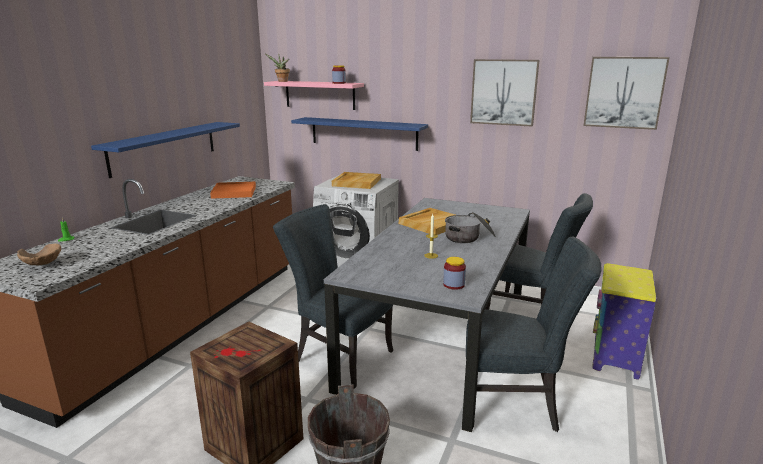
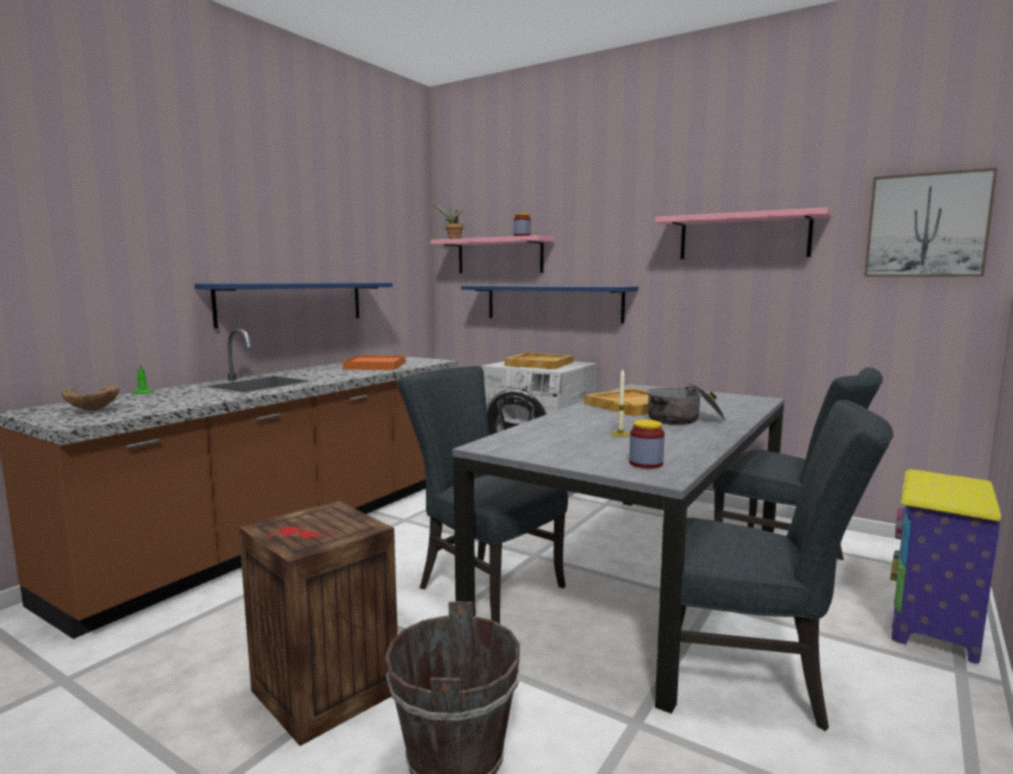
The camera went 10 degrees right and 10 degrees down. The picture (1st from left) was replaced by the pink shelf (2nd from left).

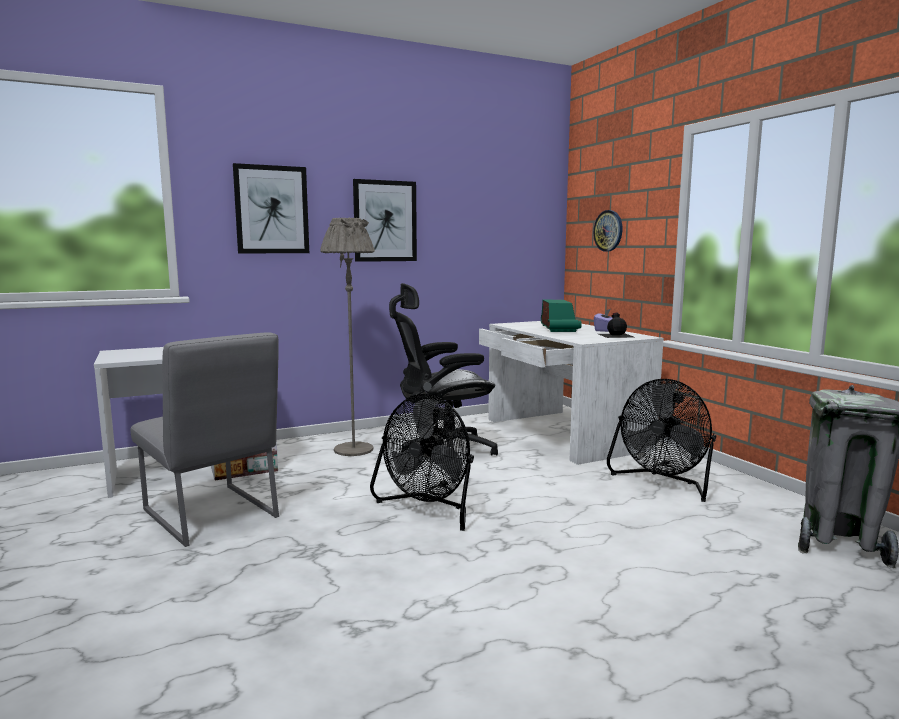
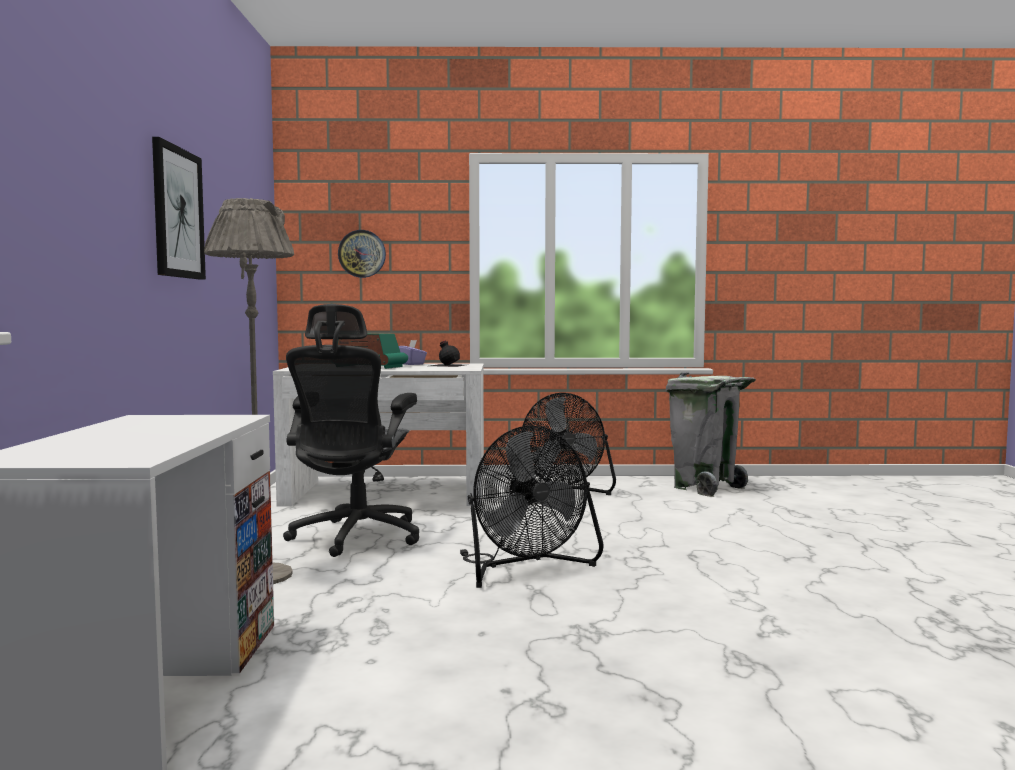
The camera went 65 degrees left and 5 degrees down. The grey chair disappeared. The picture (1st from left) disappeared.

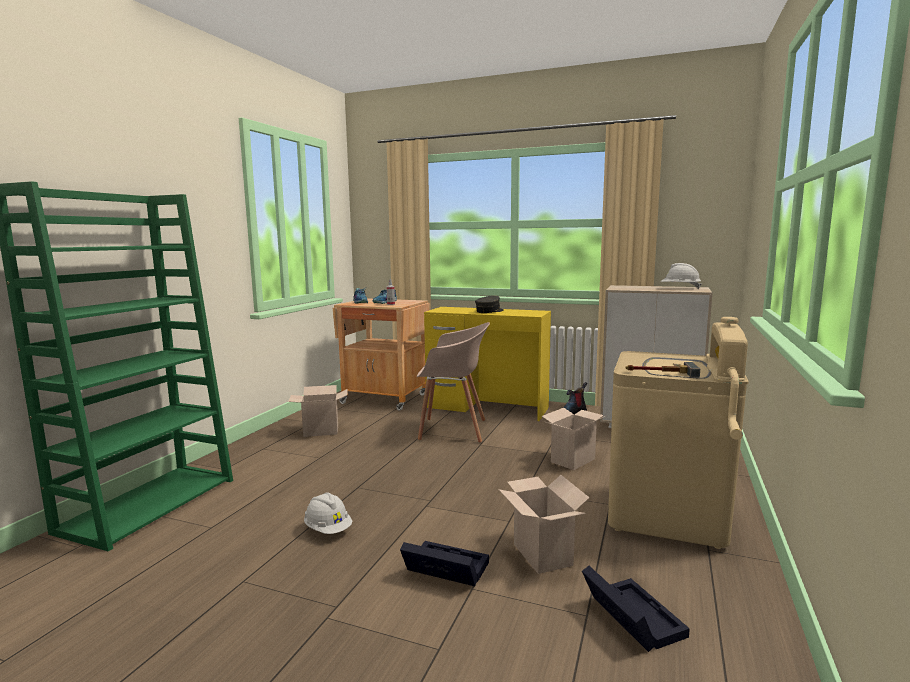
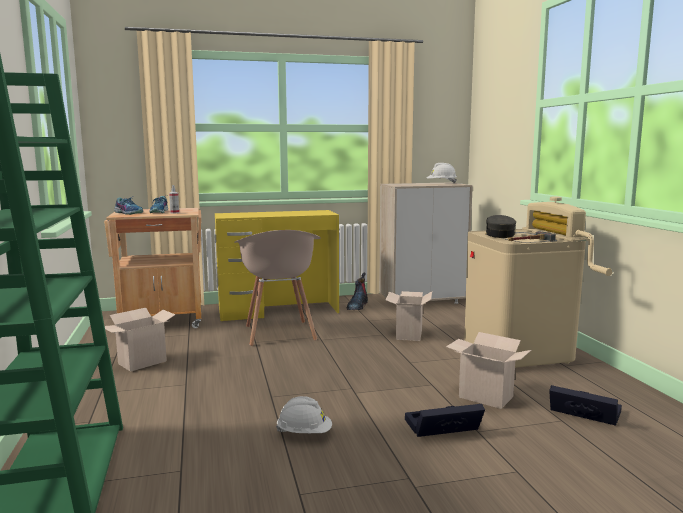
The camera went 35 degrees left and 0 degrees up. The beige chair turned 105 degrees clockwise. The grey cap moved.

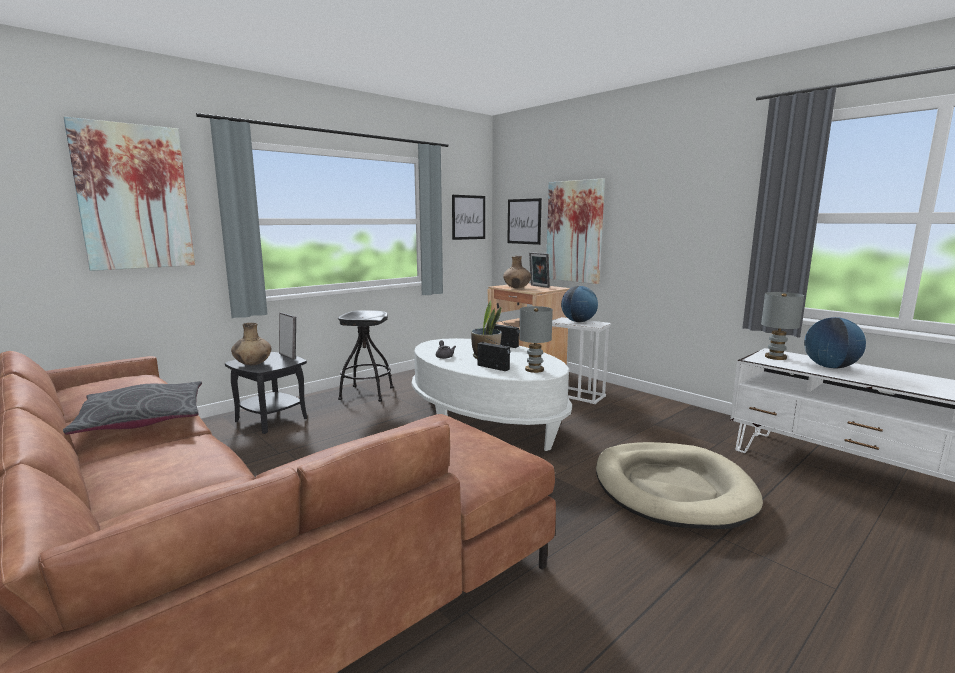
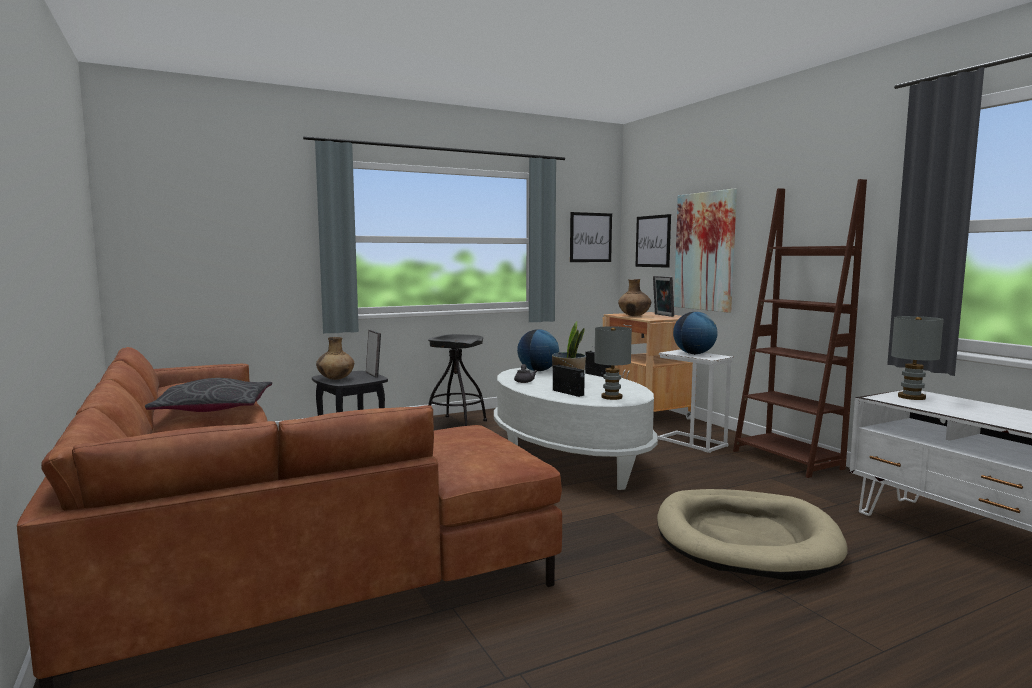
The camera went 15 degrees right and 5 degrees down. The globe (2nd from left in the first image) moved. The brown bookcase appeared. The picture (1st from left) disappeared.

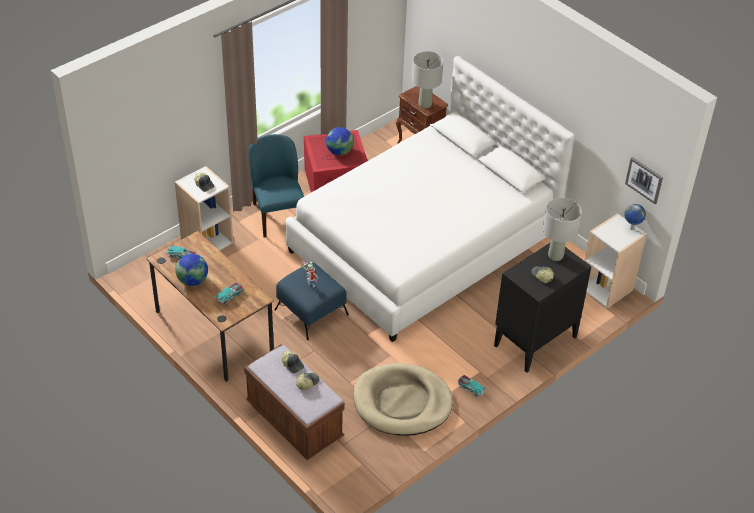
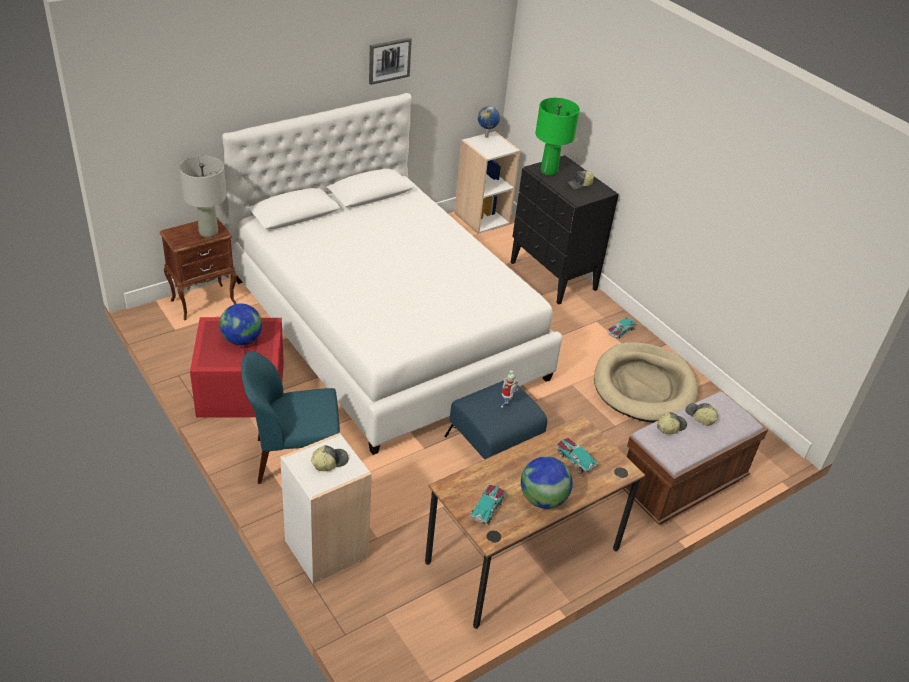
The camera went 85 degrees left and 5 degrees down. The picture moved. The grey table lamp (2nd from left) became the green table lamp.

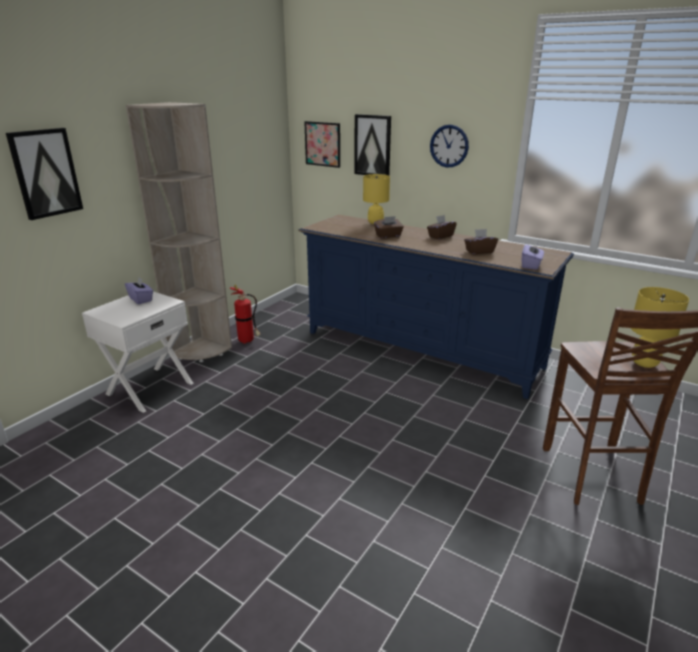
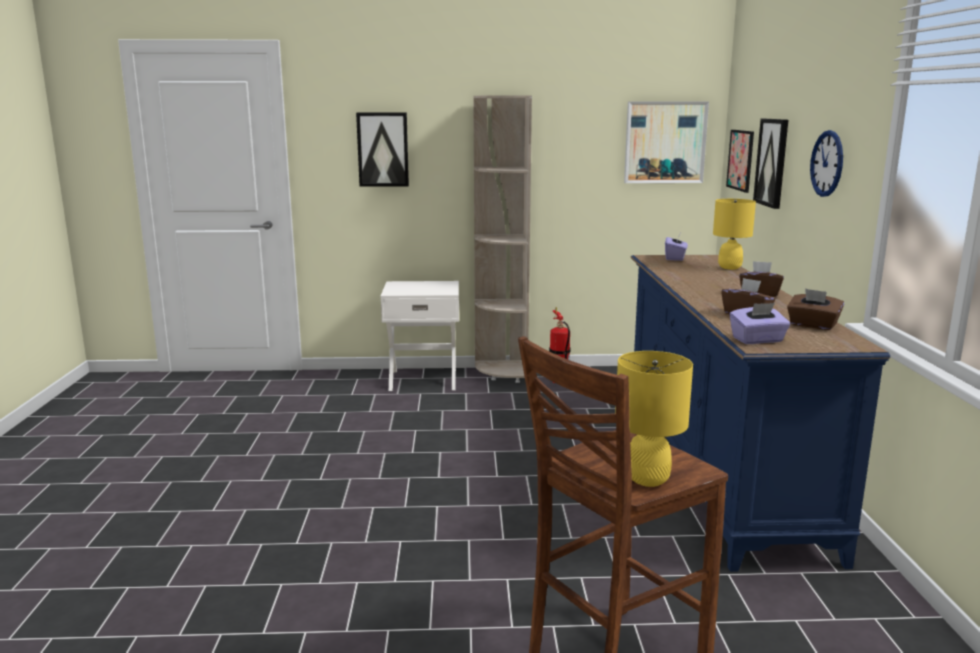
The camera went 55 degrees right and 10 degrees down. The picture (2nd from left) appeared. The purple tissue box (1st from left) moved. The brown tissue box (1st from left in the first image) moved.

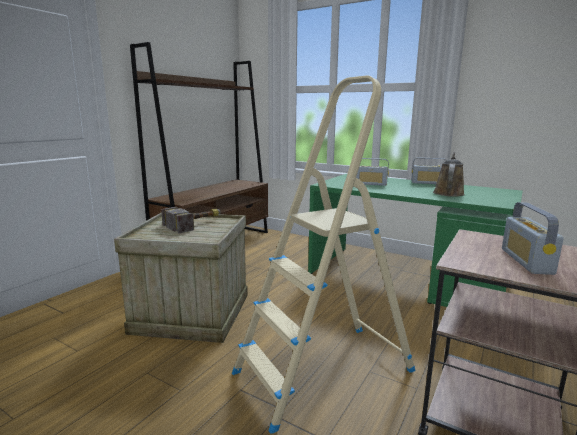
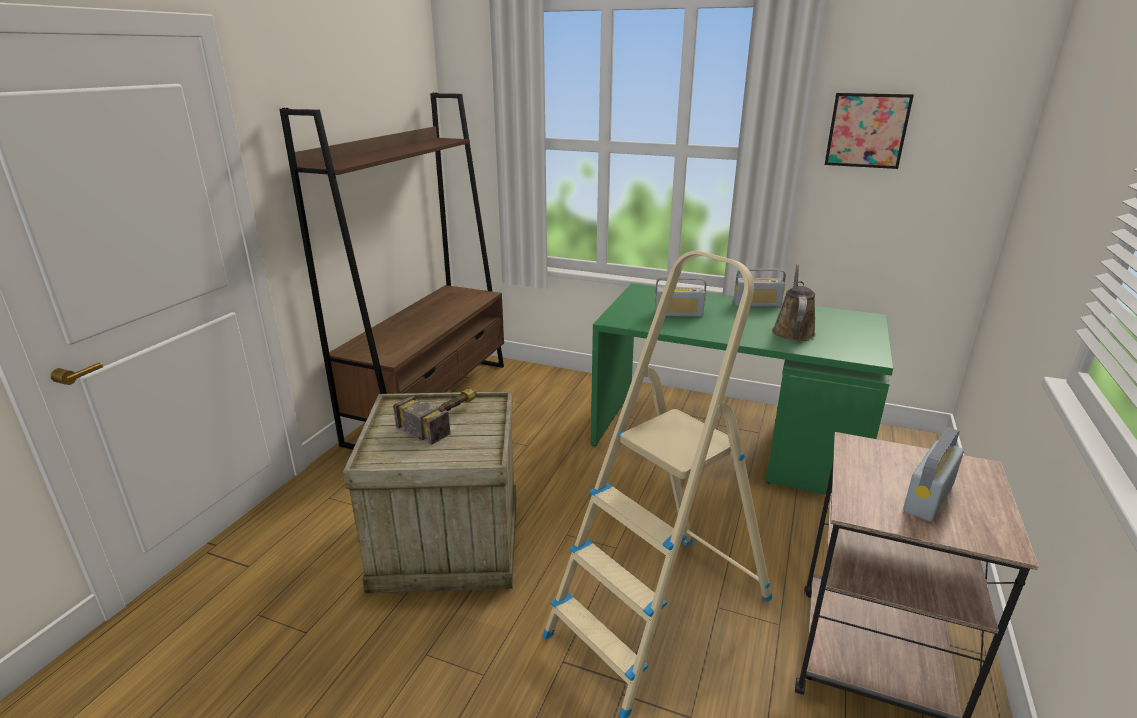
The camera went 10 degrees left and 10 degrees up. The picture appeared. The radio (3rd from left) turned 45 degrees clockwise.

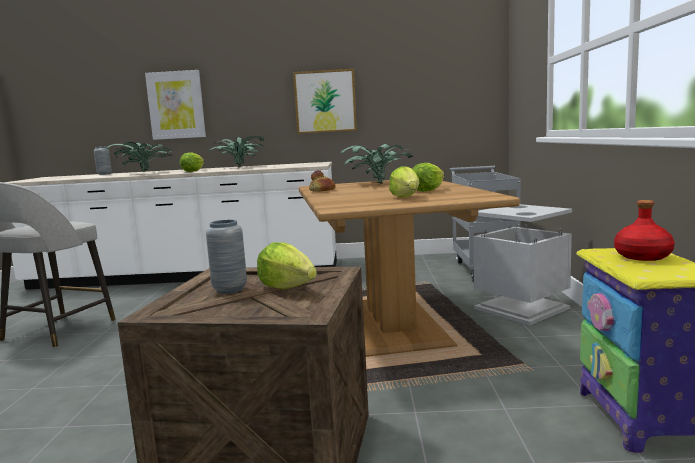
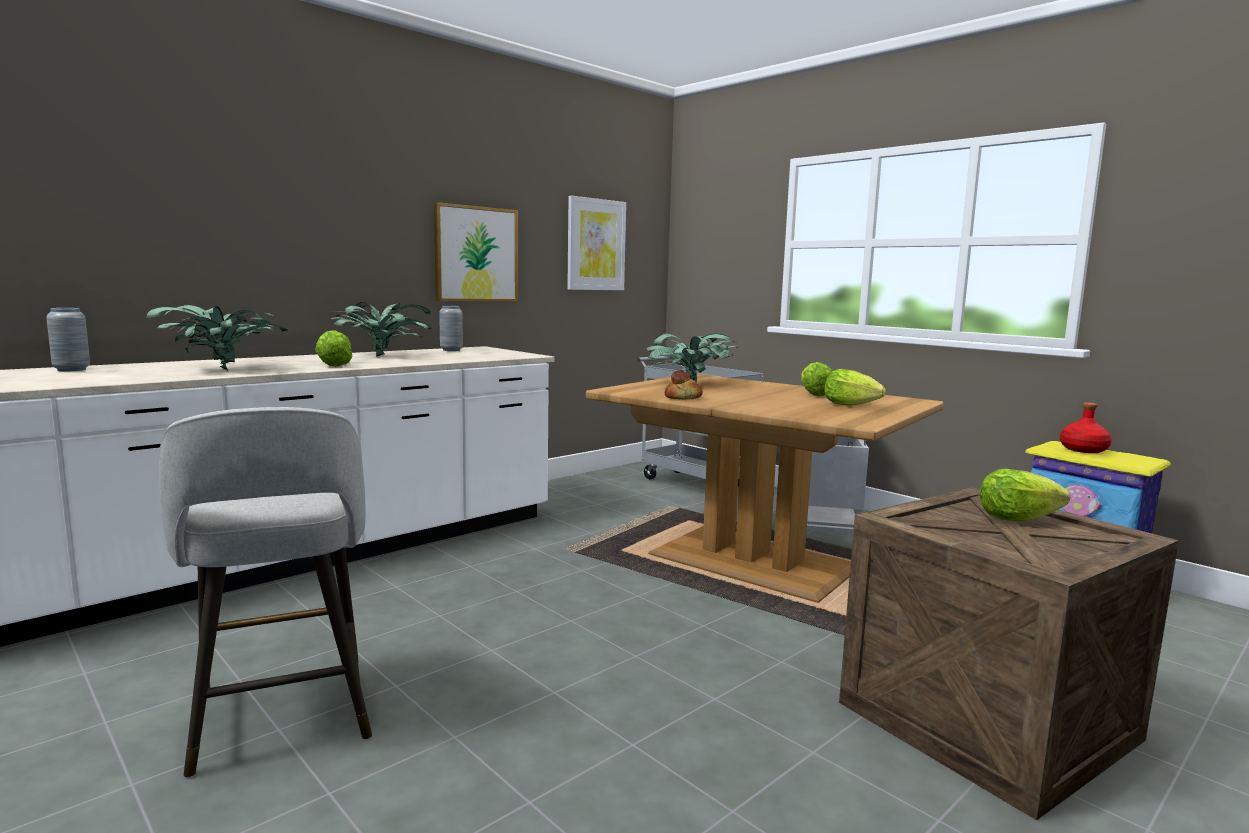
The camera went 45 degrees left and 0 degrees up. The grey vase (2nd from left) moved. The picture (1st from left in the first image) moved.

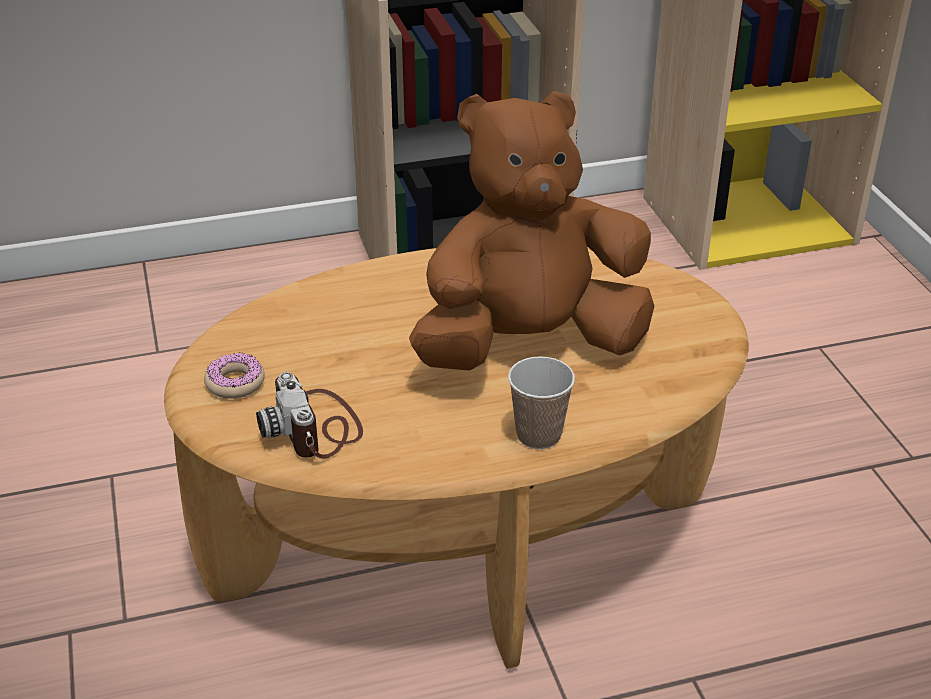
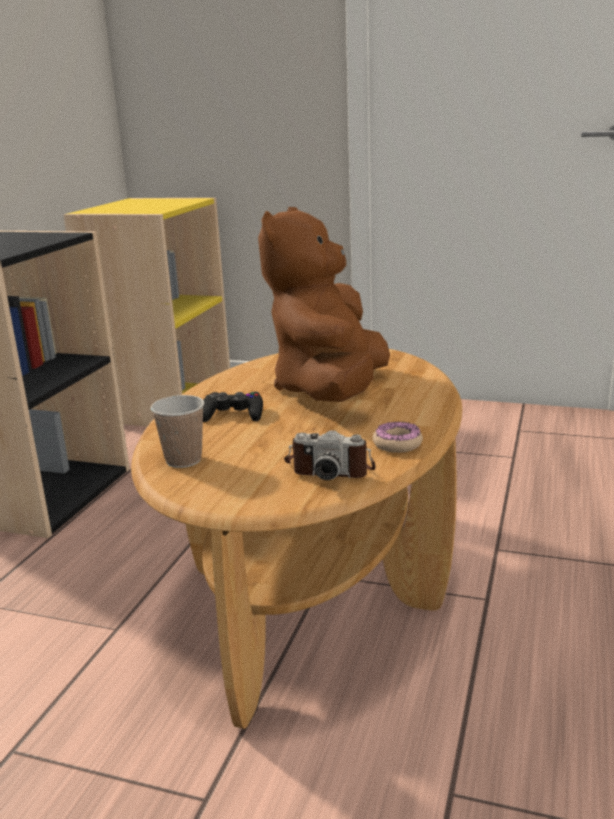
The camera went 55 degrees left and 15 degrees down. The cup moved. The black game controller appeared. The donut moved.

